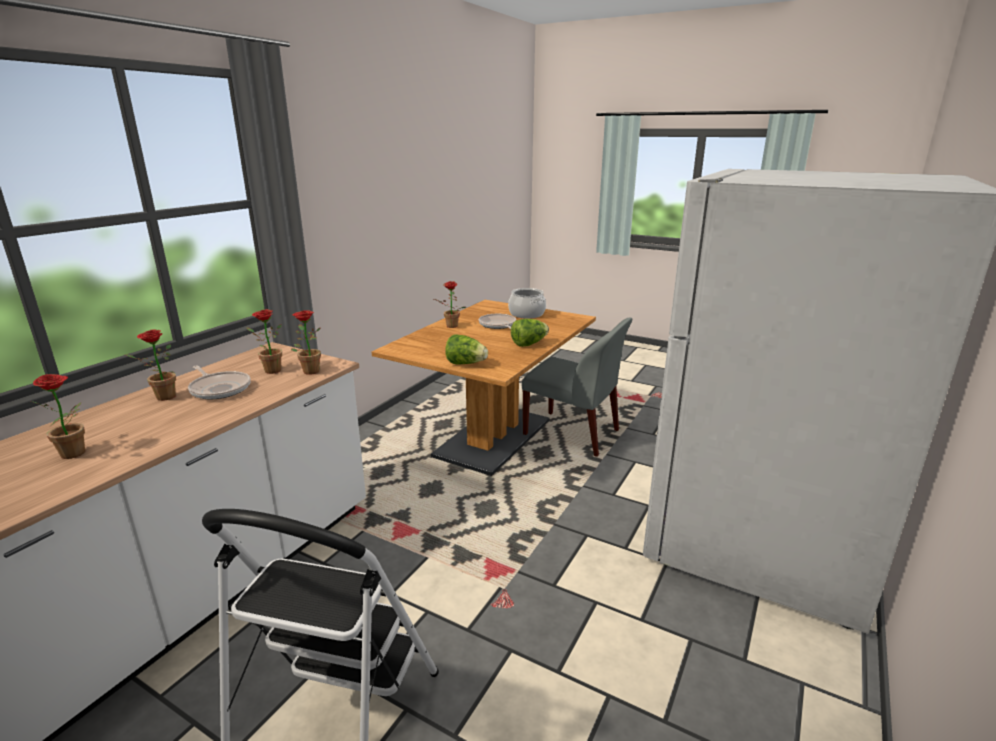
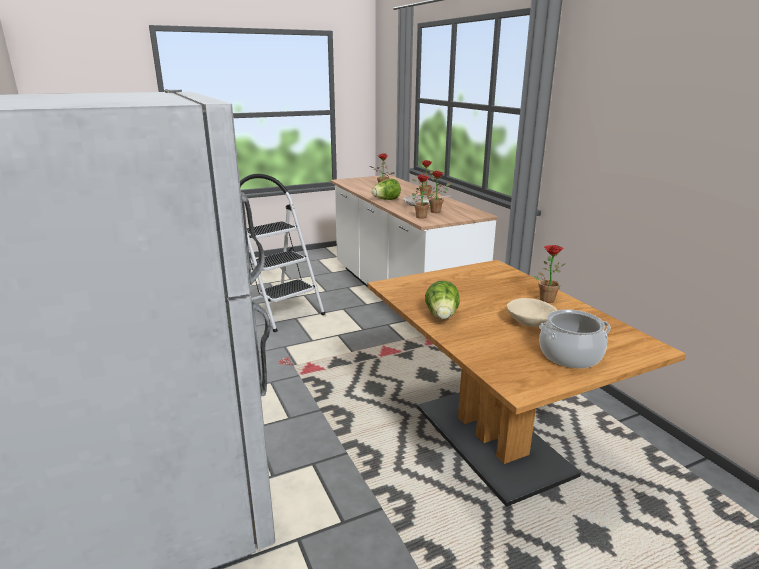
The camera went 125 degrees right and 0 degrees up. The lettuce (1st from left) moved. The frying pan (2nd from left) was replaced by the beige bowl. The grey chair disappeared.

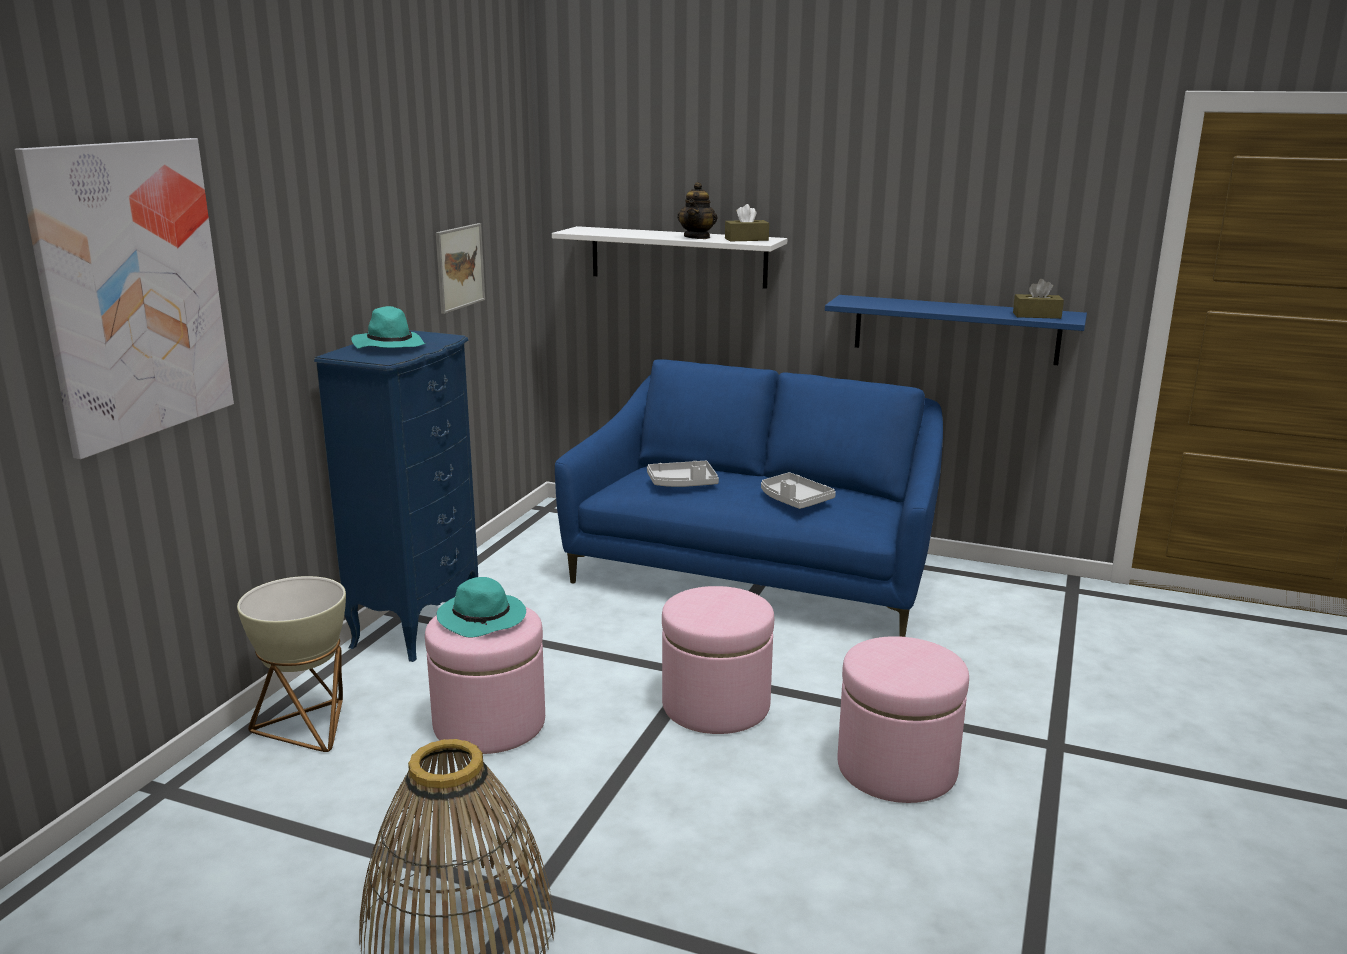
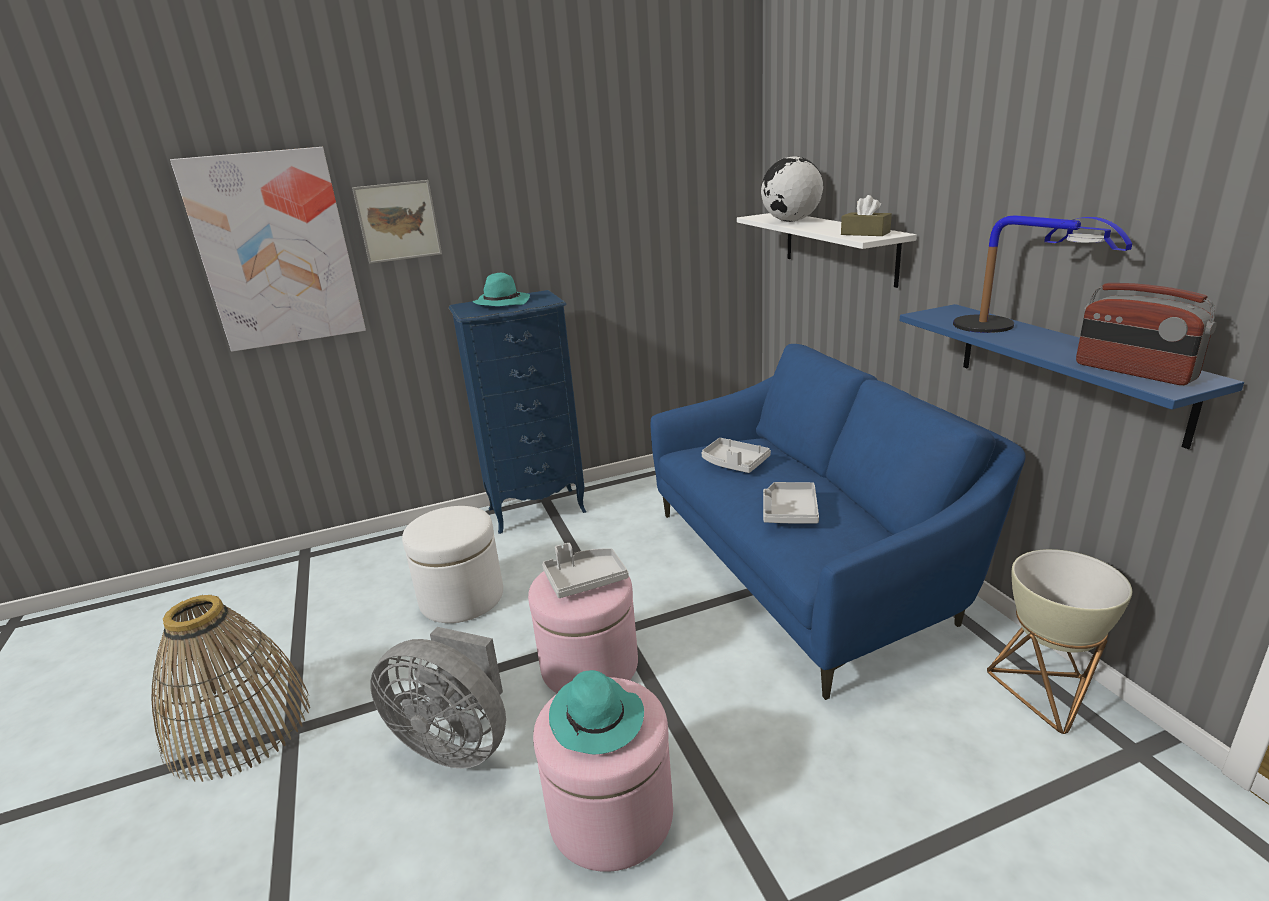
The camera went 50 degrees right and 5 degrees up. The picture (2nd from left) moved. The grey fan appeared. The pink ottoman (1st from left) became the white ottoman. The grey tray (1st from left) appeared. The turquoise hat (2nd from left) moved. The globe appeared. The table lamp appeared. The planter moved. The brown tissue box (2nd from left) was replaced by the radio. The teapot disappeared.

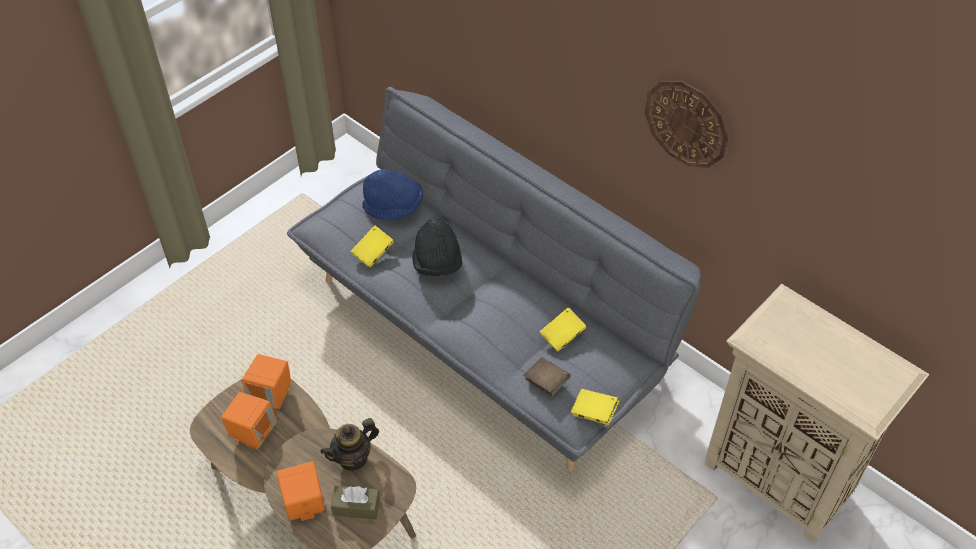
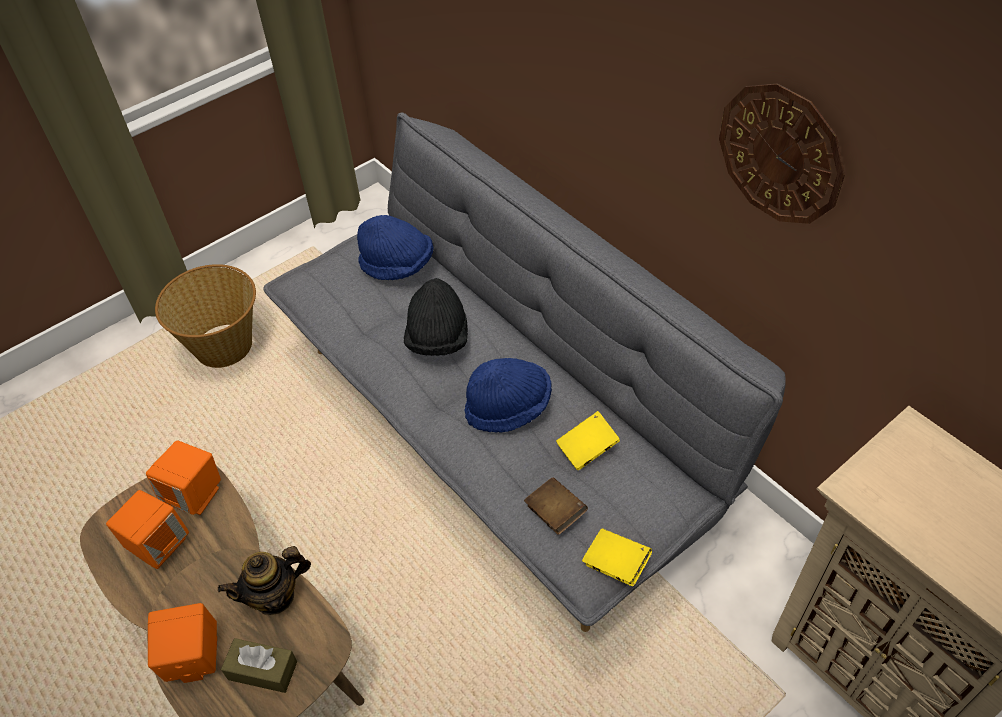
The camera went 10 degrees right and 0 degrees up. The basket appeared. The blue hat (2nd from left) appeared. The yellow book (1st from left) disappeared.

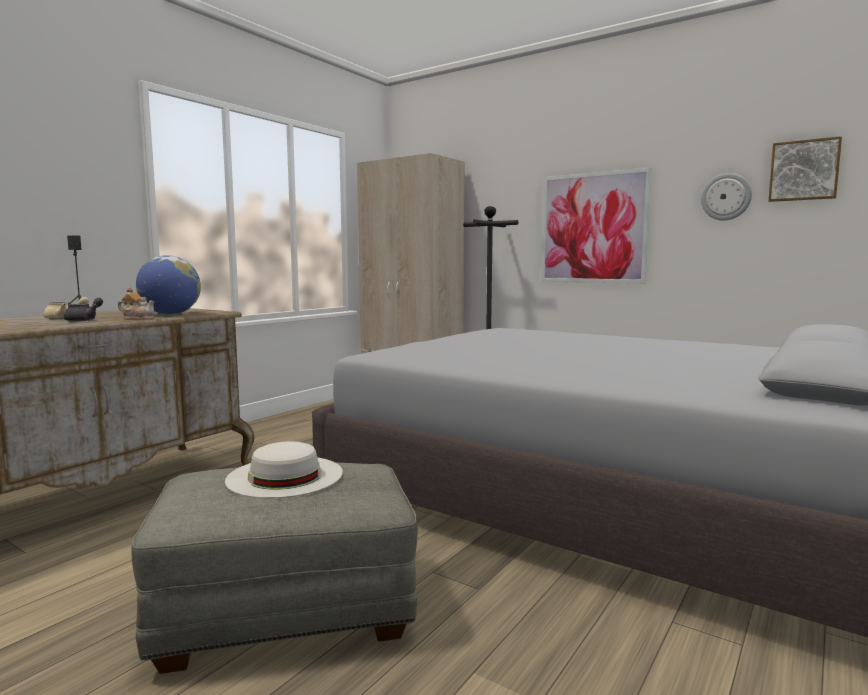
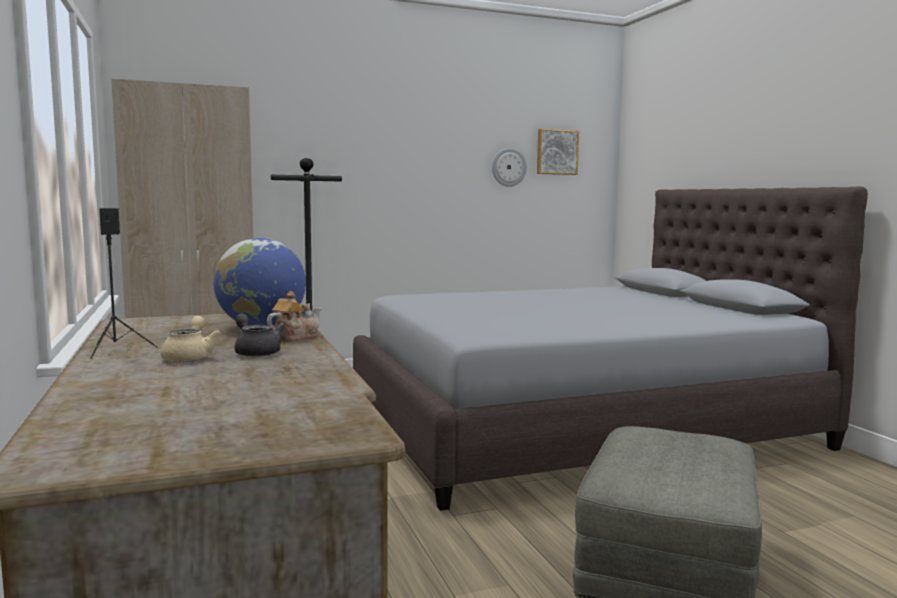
The camera went 55 degrees left and 0 degrees up. The white hat disappeared. The picture (1st from left) disappeared.

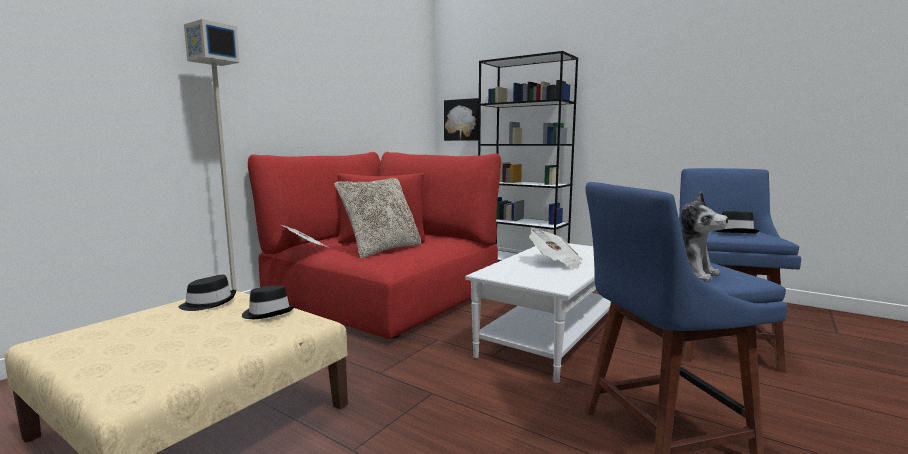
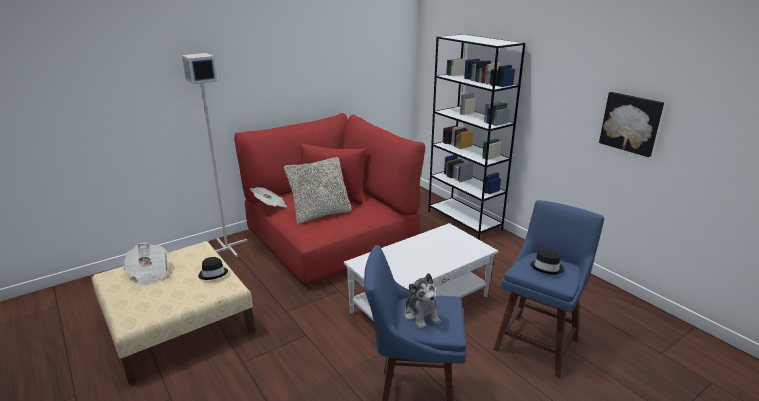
The camera went 20 degrees right and 15 degrees up. The newspaper (2nd from left in the first image) moved. The picture moved. The black hat (1st from left) disappeared.

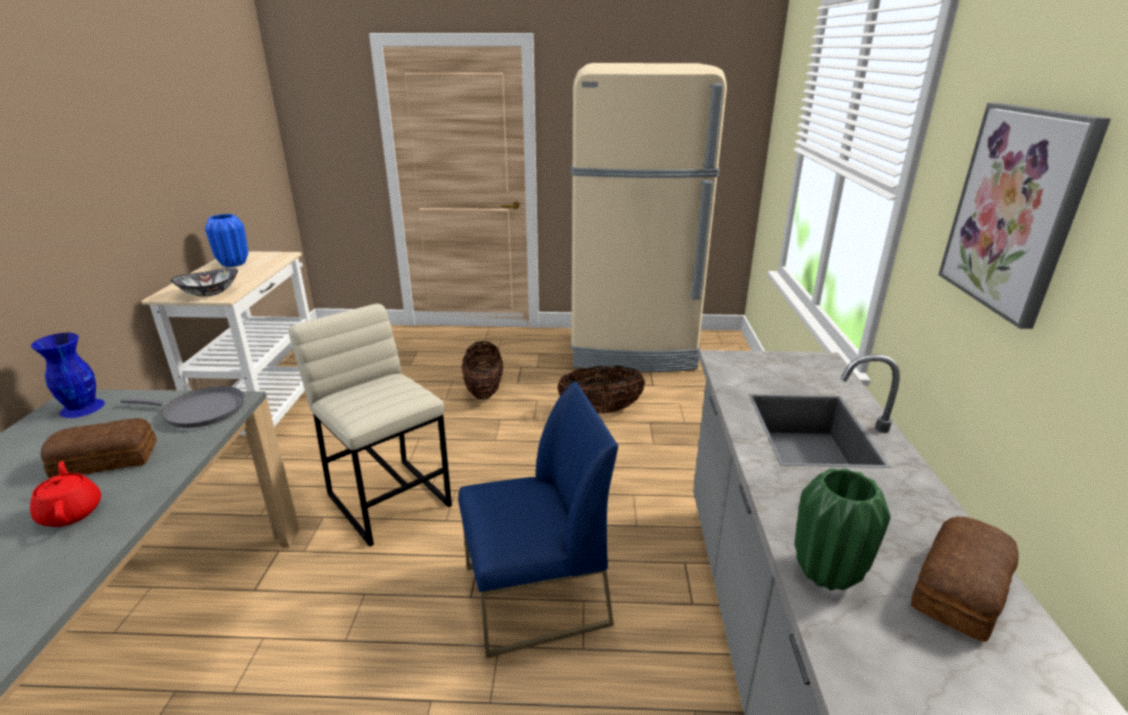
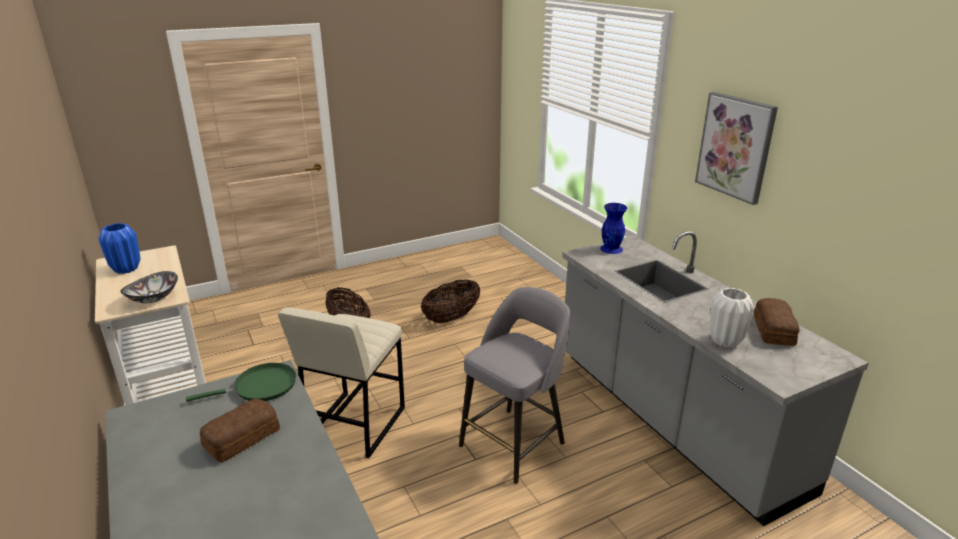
The camera went 30 degrees left and 0 degrees up. The grey frying pan became the green frying pan. The beige chair turned 90 degrees counterclockwise. The blue chair was replaced by the grey stool. The blue vase (1st from left in the first image) moved. The green vase became the white vase. The red teapot disappeared. The beige fridge disappeared.

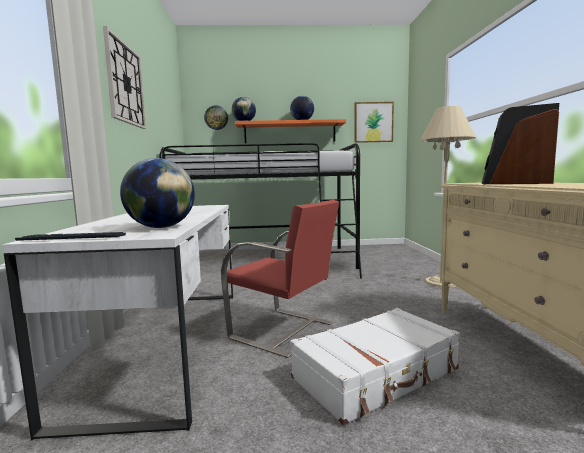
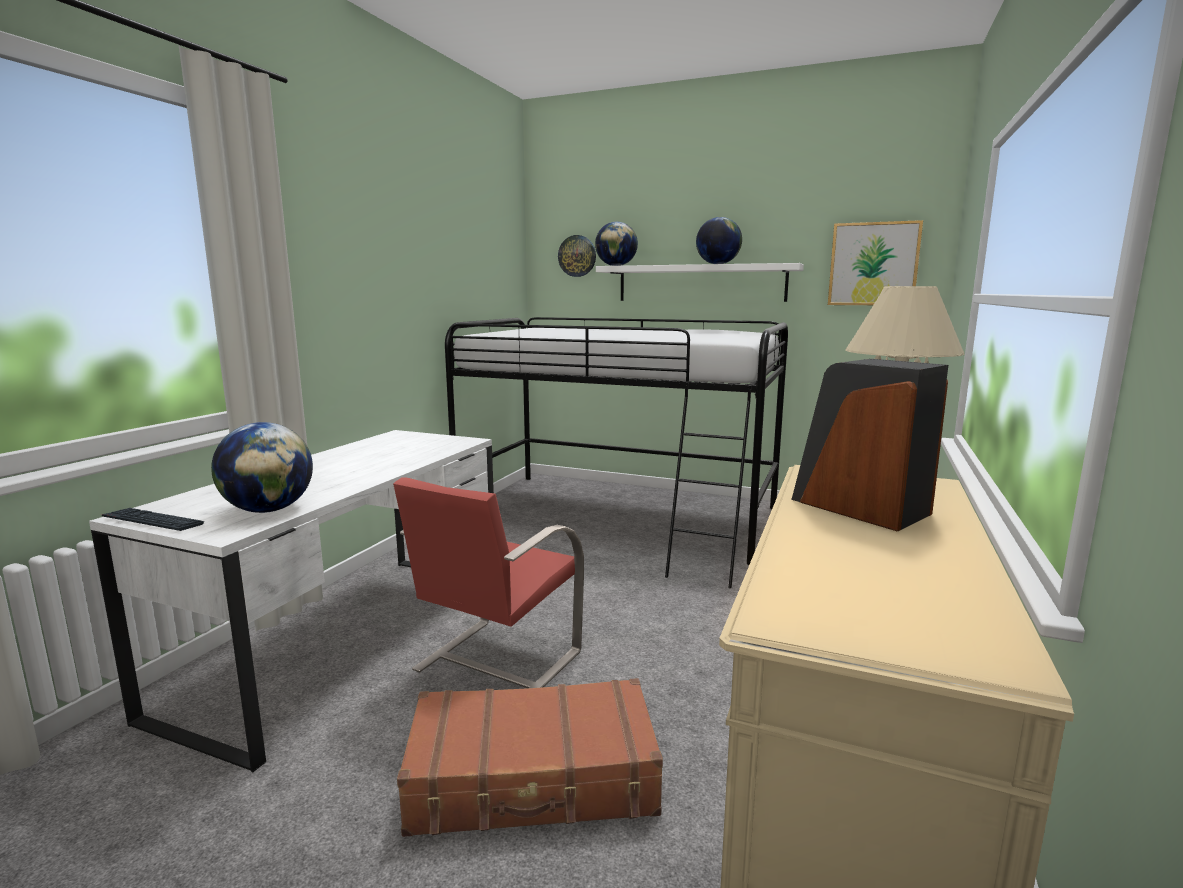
The camera went 25 degrees right and 5 degrees up. The red chair turned 60 degrees clockwise. The white suitcase became the brown suitcase. The orange shelf became the white shelf. The wall clock (1st from left) disappeared.

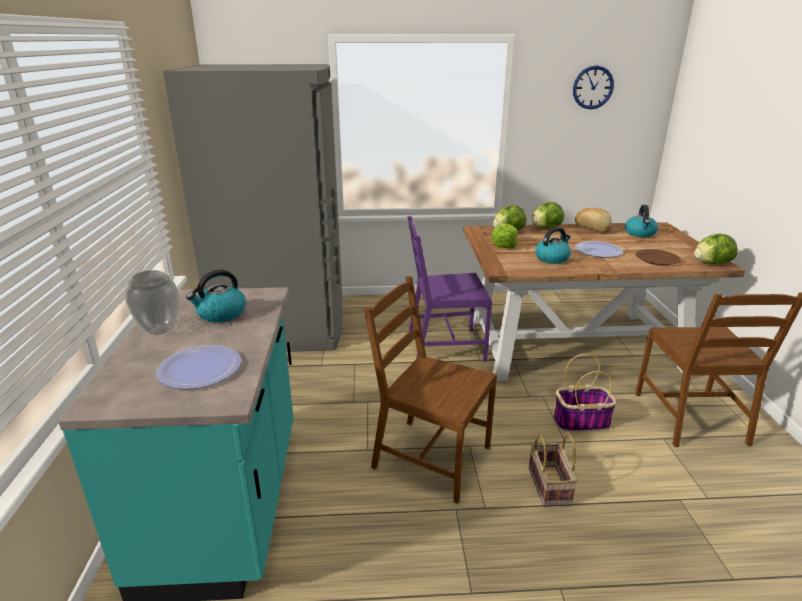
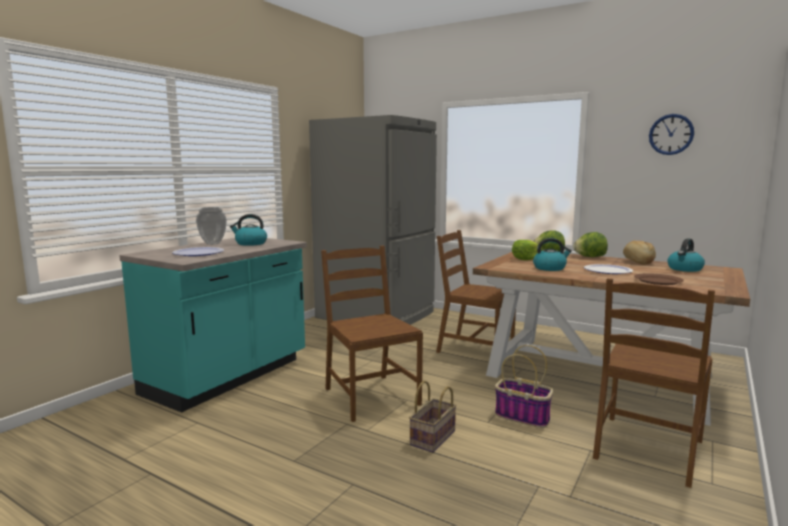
The camera went 35 degrees right and 15 degrees down. The purple chair became the brown chair (2nd from left). The lettuce (4th from left) disappeared.

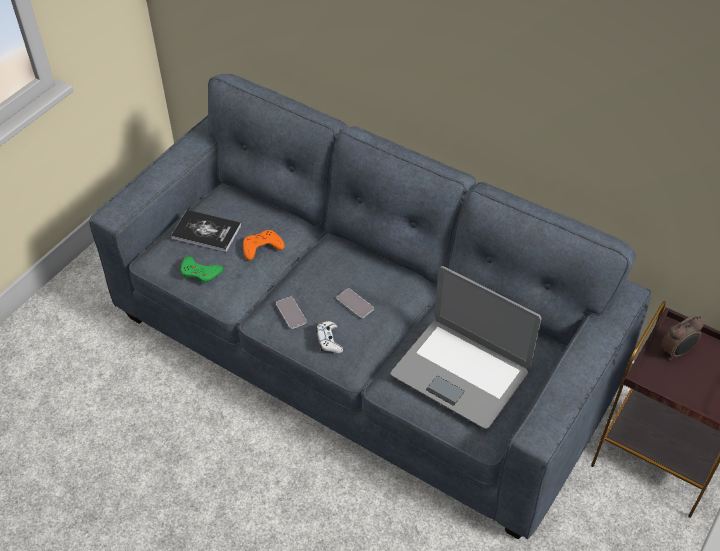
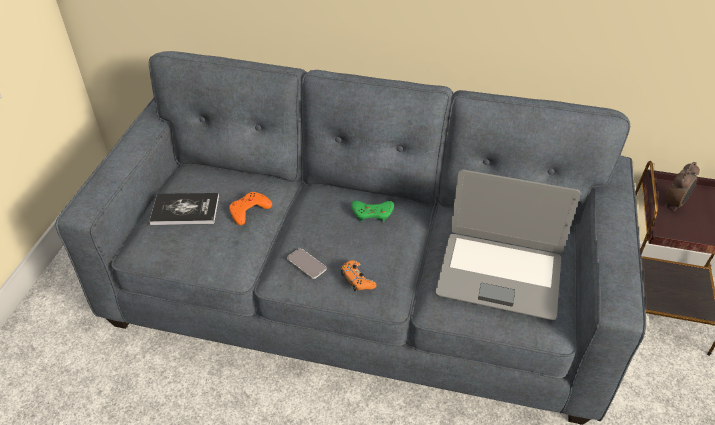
The camera went 20 degrees left and 5 degrees down. The white game controller became the orange game controller (2nd from left). The green game controller moved. The phone (2nd from left) disappeared.

